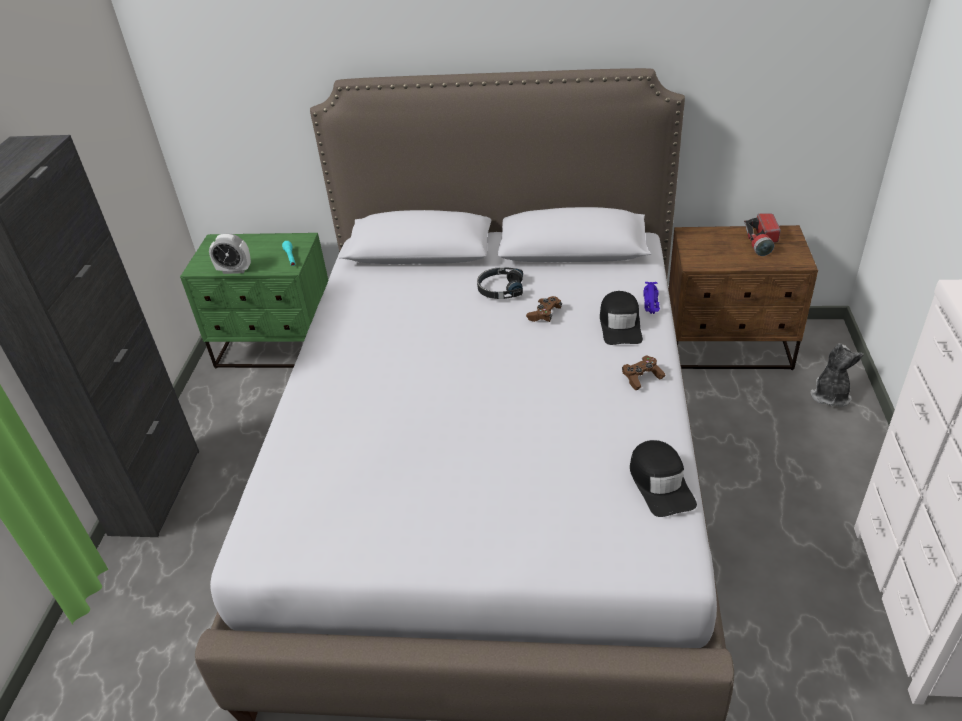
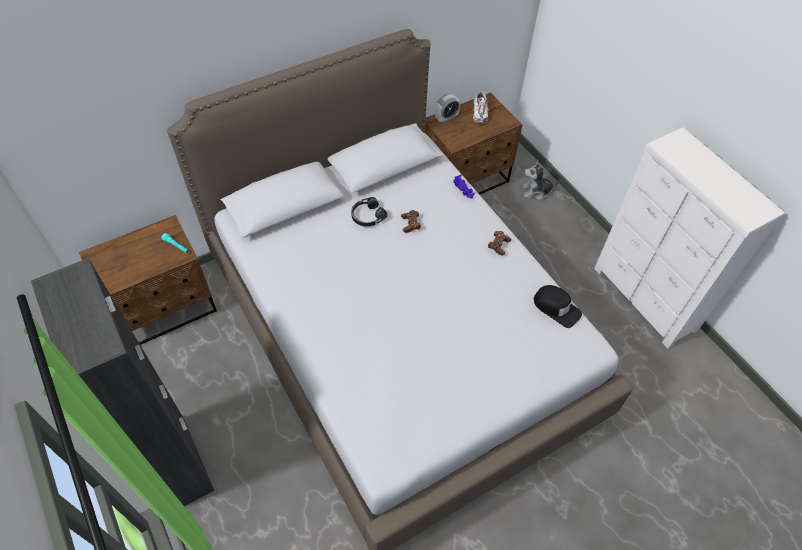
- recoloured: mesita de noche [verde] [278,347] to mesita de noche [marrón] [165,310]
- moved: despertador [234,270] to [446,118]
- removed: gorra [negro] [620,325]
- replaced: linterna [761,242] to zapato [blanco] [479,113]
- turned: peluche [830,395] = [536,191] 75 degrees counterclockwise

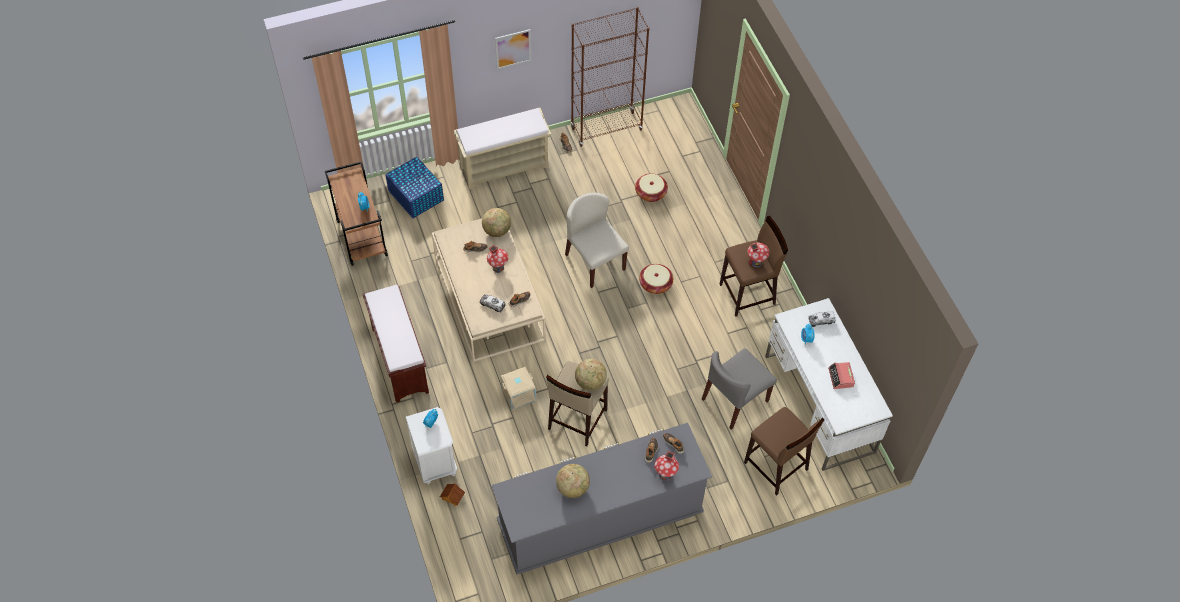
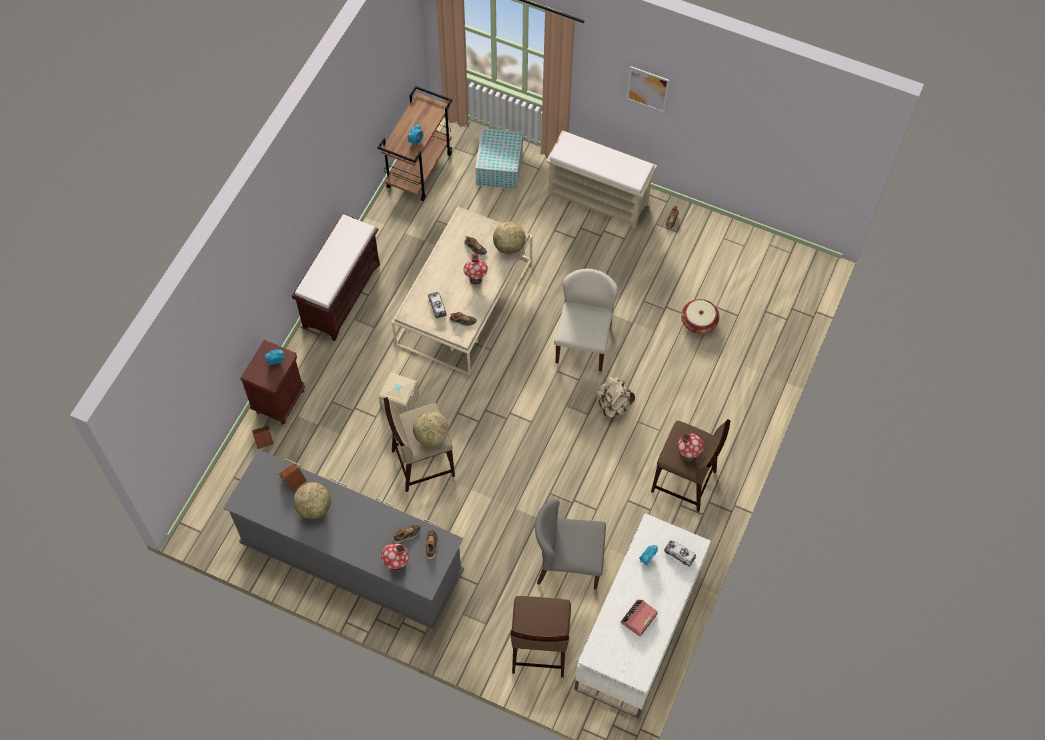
- recoloured: caja de almacenaje [azul] [416,196] to caja de almacenaje [blanco] [499,168]
- recoloured: mesita de noche [blanco] [435,462] to mesita de noche [marrón] [280,401]
- removed: estantería [marrón] [606,128]
- replaced: cesta [655,284] to mochila [beis] [613,405]
- added: casita [293,479]

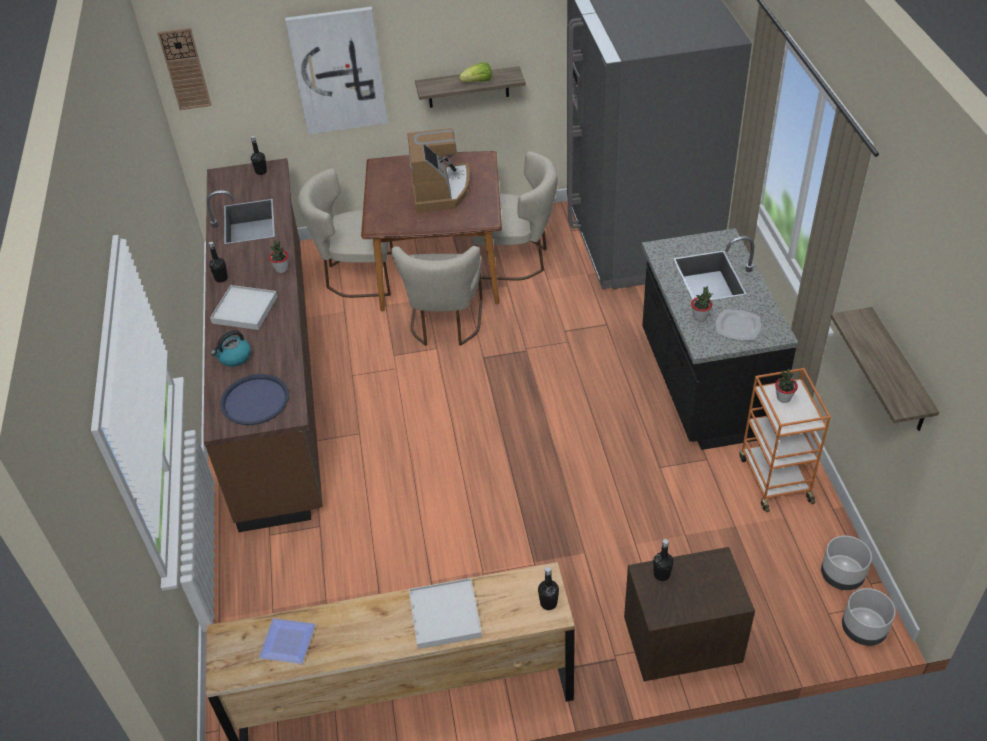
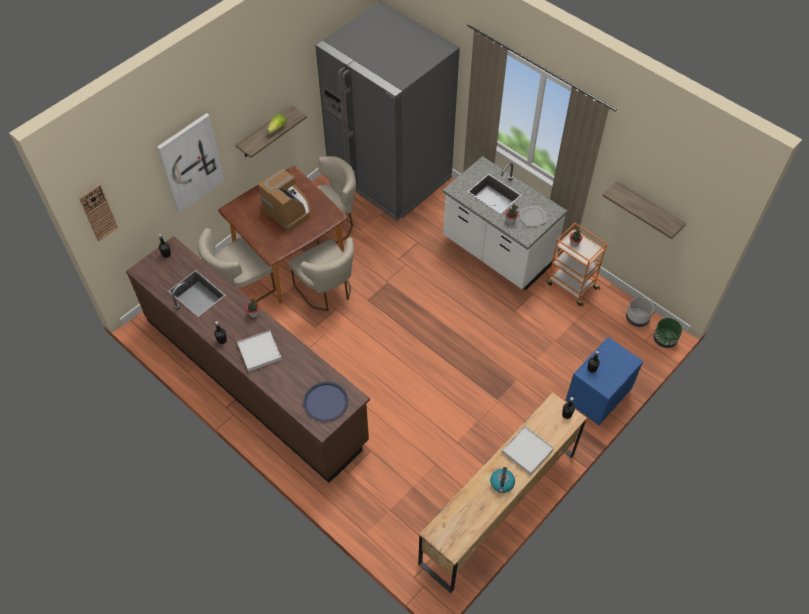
- moved: hervidor [234,357] to [502,483]
- removed: plato [289,644]
- recoloured: mesita de noche [marrón] [679,644] to mesita de noche [azul] [596,397]
- recoloured: mueble bajo de cocina [negro] [703,385] to mueble bajo de cocina [blanco] [497,252]
- recoloured: maceta [gris] [863,629] to maceta [verde] [664,340]

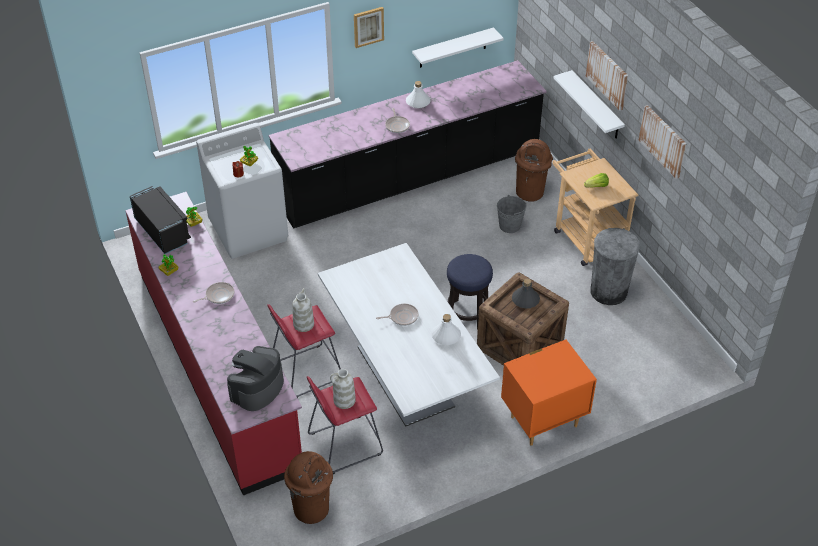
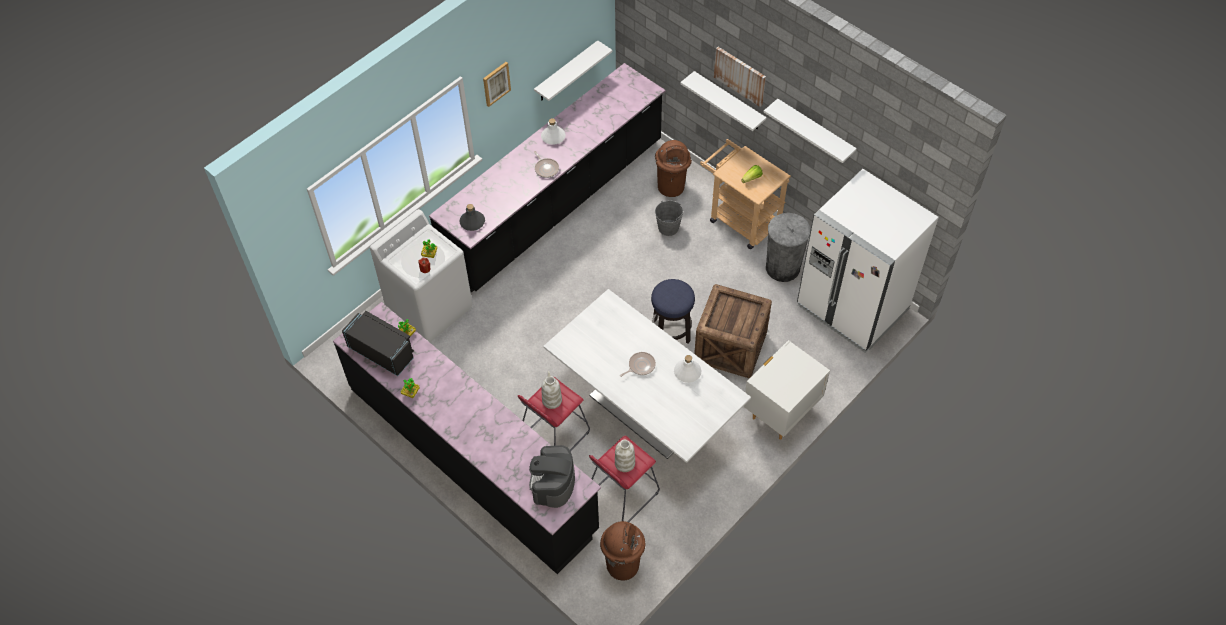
- recoloured: mueble bajo de cocina [rojo] [218,366] to mueble bajo de cocina [negro] [472,457]
- removed: sartén [218,295]
- recoloured: mesita de noche [naranja] [543,421] to mesita de noche [blanco] [781,412]
- moved: botella [gris] [525,300] to [472,222]
- replaced: cuadro [663,141] to estante [blanco] [815,131]
- added: nevera [blanco] [852,308]

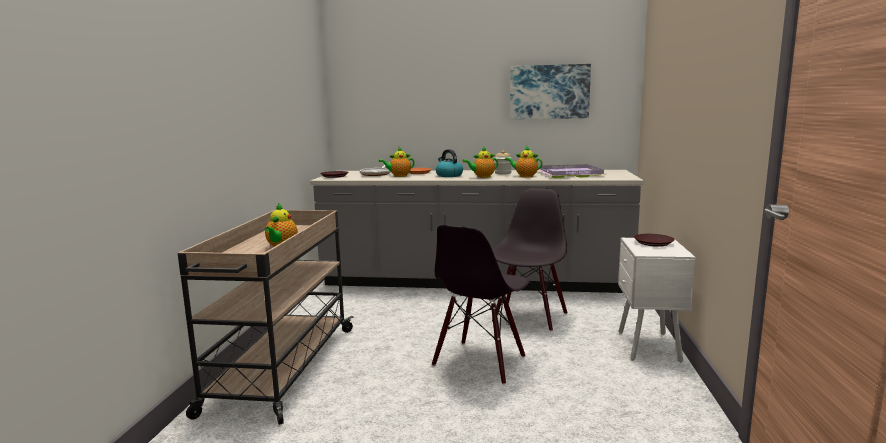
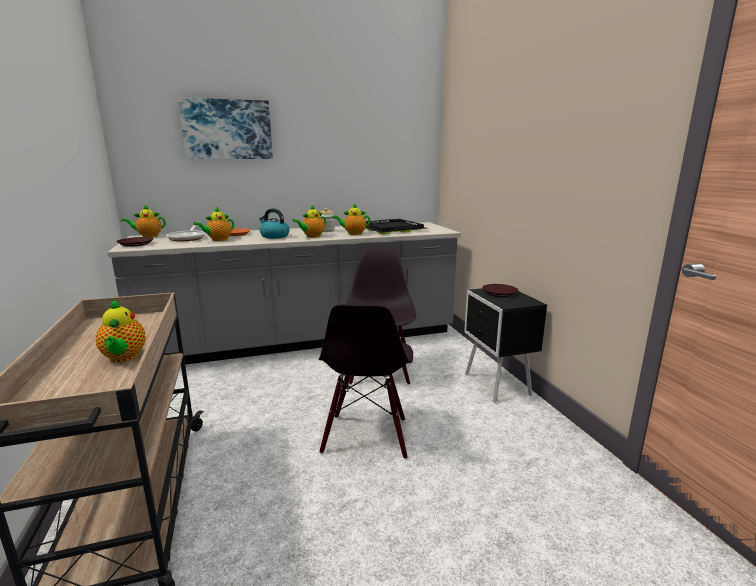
- moved: cuadro [549,92] to [227,129]
- recoloured: bandeja [morado] [569,174] to bandeja [negro] [390,229]
- recoloured: mesita de noche [blanco] [648,347] to mesita de noche [negro] [497,385]
- added: tetera [148,236]

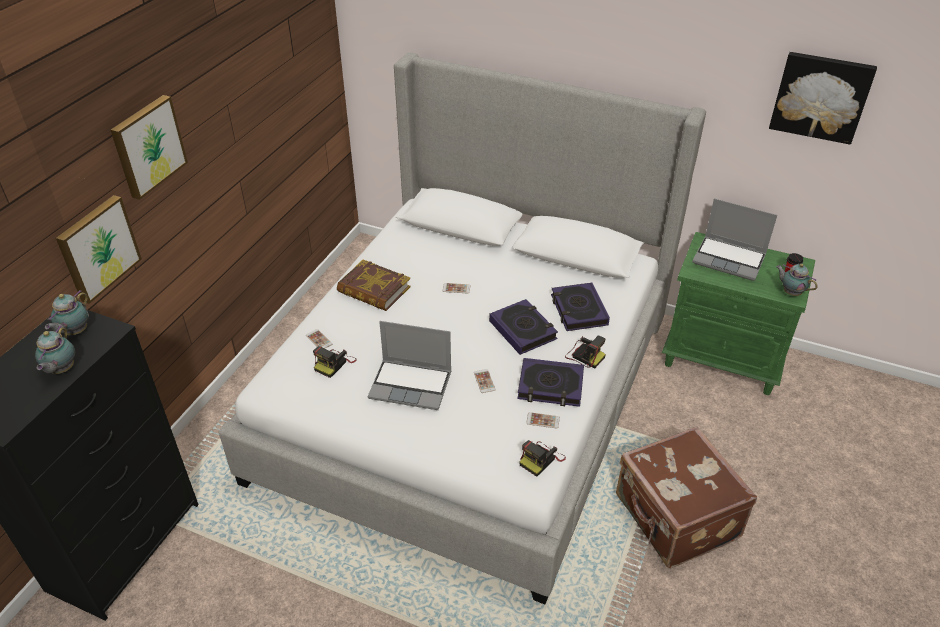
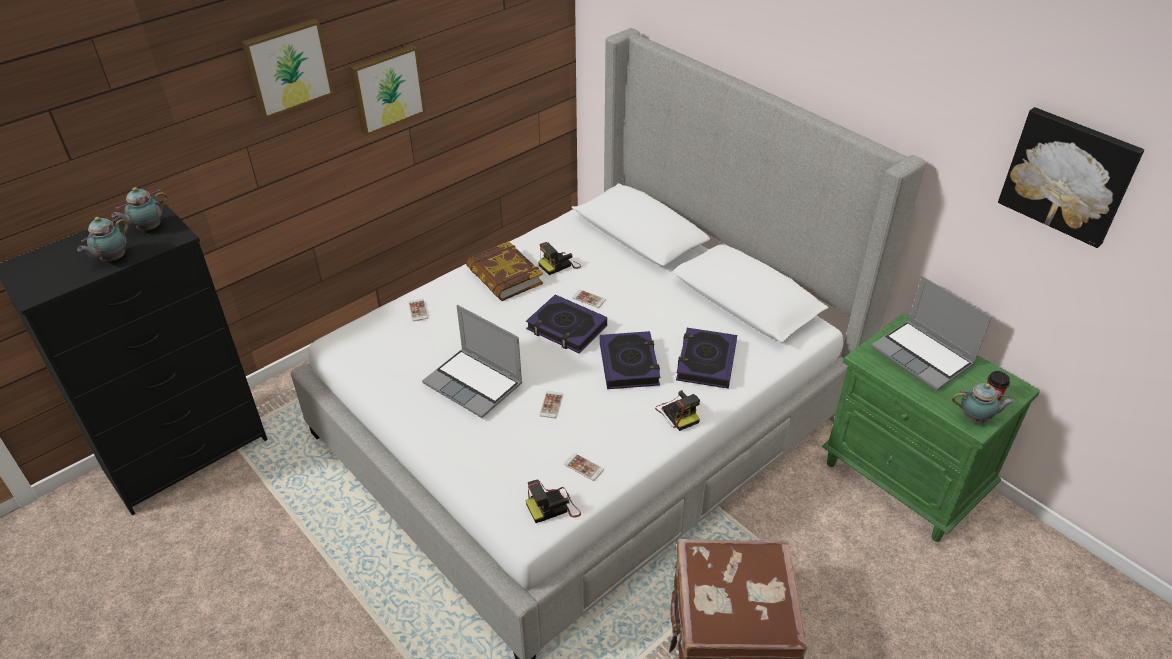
- moved: cuadro [97,248] to [386,88]
- moved: cámara [334,363] to [559,265]
- moved: libro [550,386] to [566,328]
- turned: tetera [790,292] = [976,419] 120 degrees clockwise

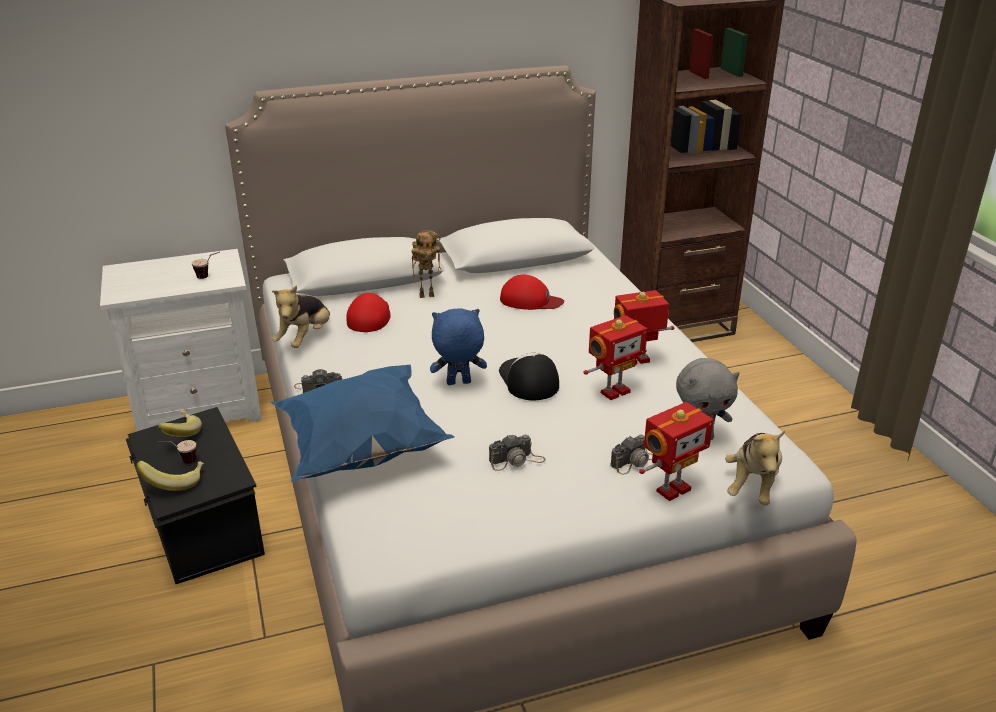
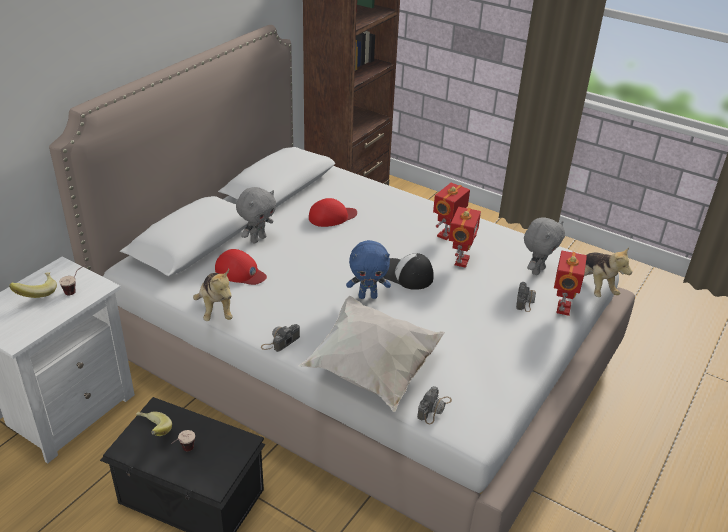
- moved: plátano [175,482] to [36,293]
- recoloured: cojín [azul] [360,451] to cojín [blanco] [371,371]
- turned: gorra [rojo] [370,317] = [240,272] 150 degrees clockwise
- replaced: robot de juguete [427,295] to peluche [gris] [258,239]
- turned: peluche [azul] [458,383] = [368,296] 135 degrees counterclockwise
- moved: cámara [516,460] to [434,408]

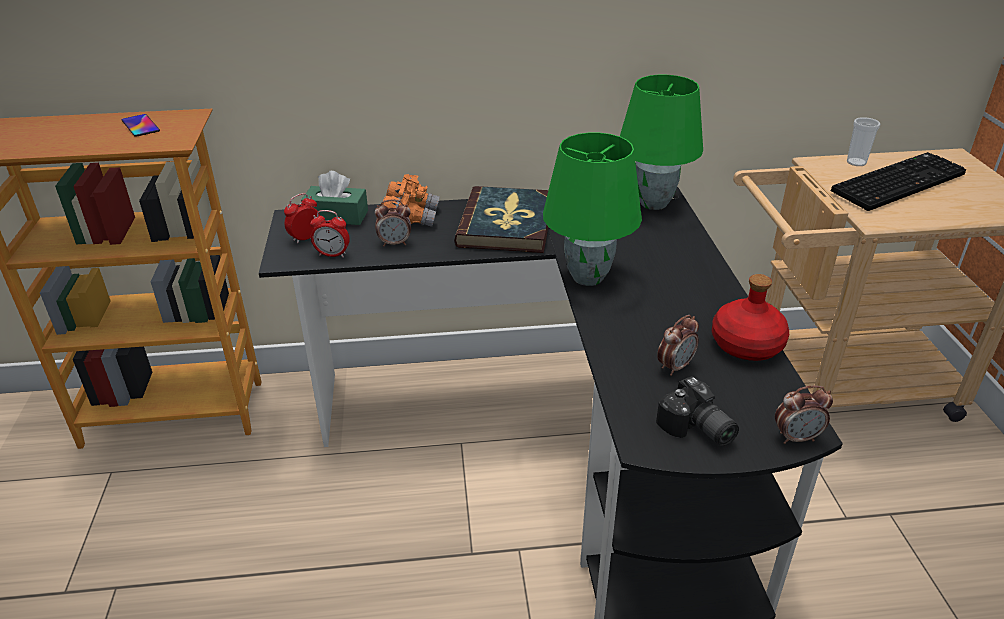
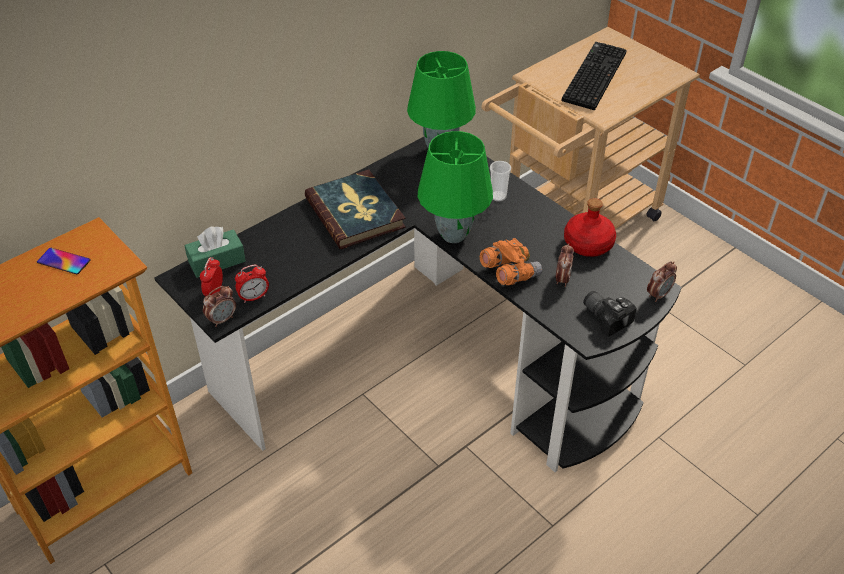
- moved: despertador [395,243] to [222,319]
- moved: prismáticos [naranja] [411,217] to [509,273]
- turned: cámara [696,430] = [607,316] 150 degrees counterclockwise
- moved: taza [856,162] to [498,196]

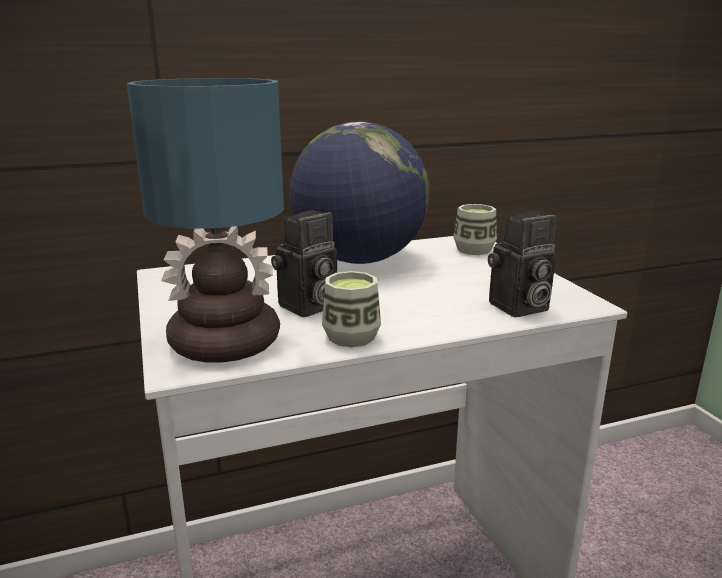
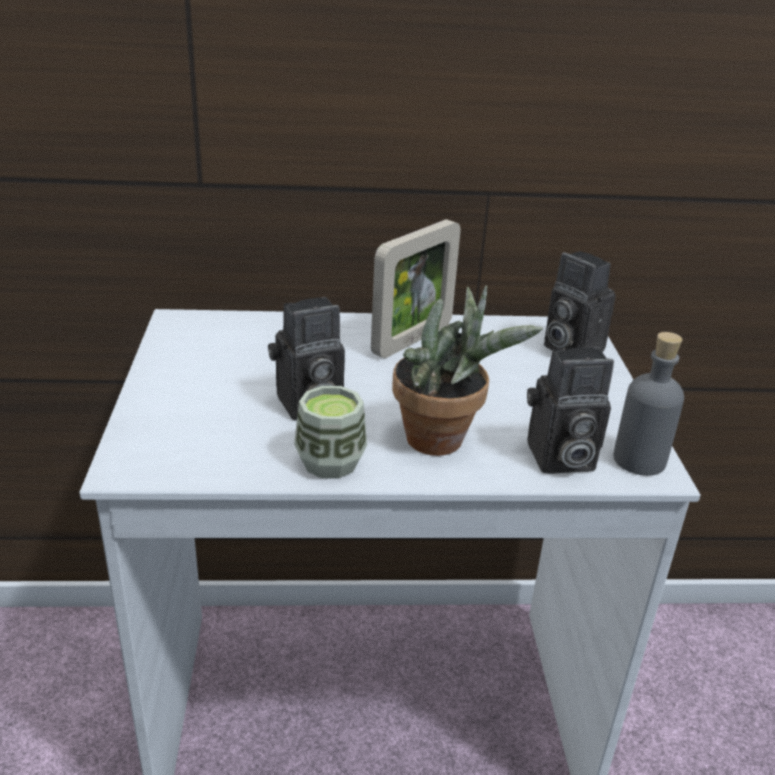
- removed: lámpara de mesa [229,341]
- replaced: globo terráqueo [359,260] to portarretratos [412,339]
- replaced: taza [474,250] to cámara [568,347]
- added: planta en maceta [444,441]
- added: botella [gris] [639,460]

